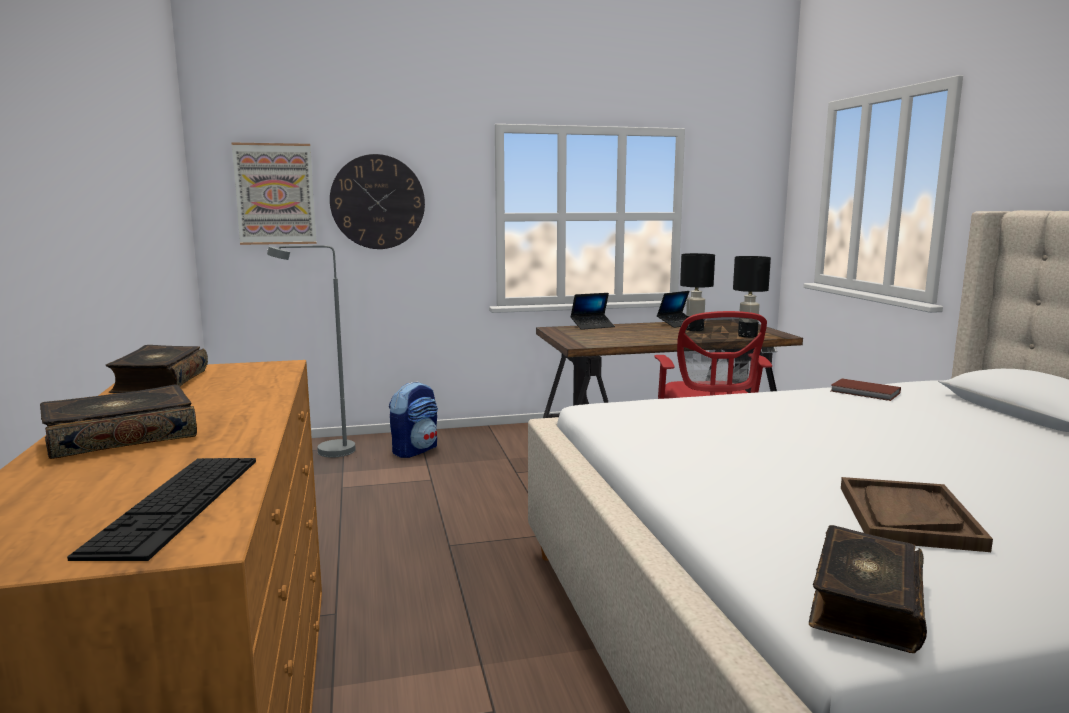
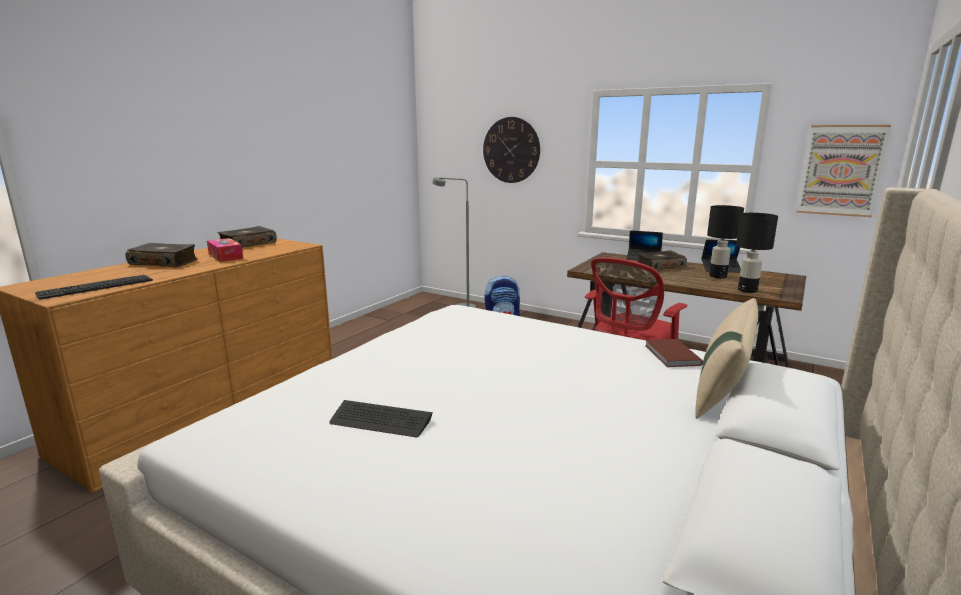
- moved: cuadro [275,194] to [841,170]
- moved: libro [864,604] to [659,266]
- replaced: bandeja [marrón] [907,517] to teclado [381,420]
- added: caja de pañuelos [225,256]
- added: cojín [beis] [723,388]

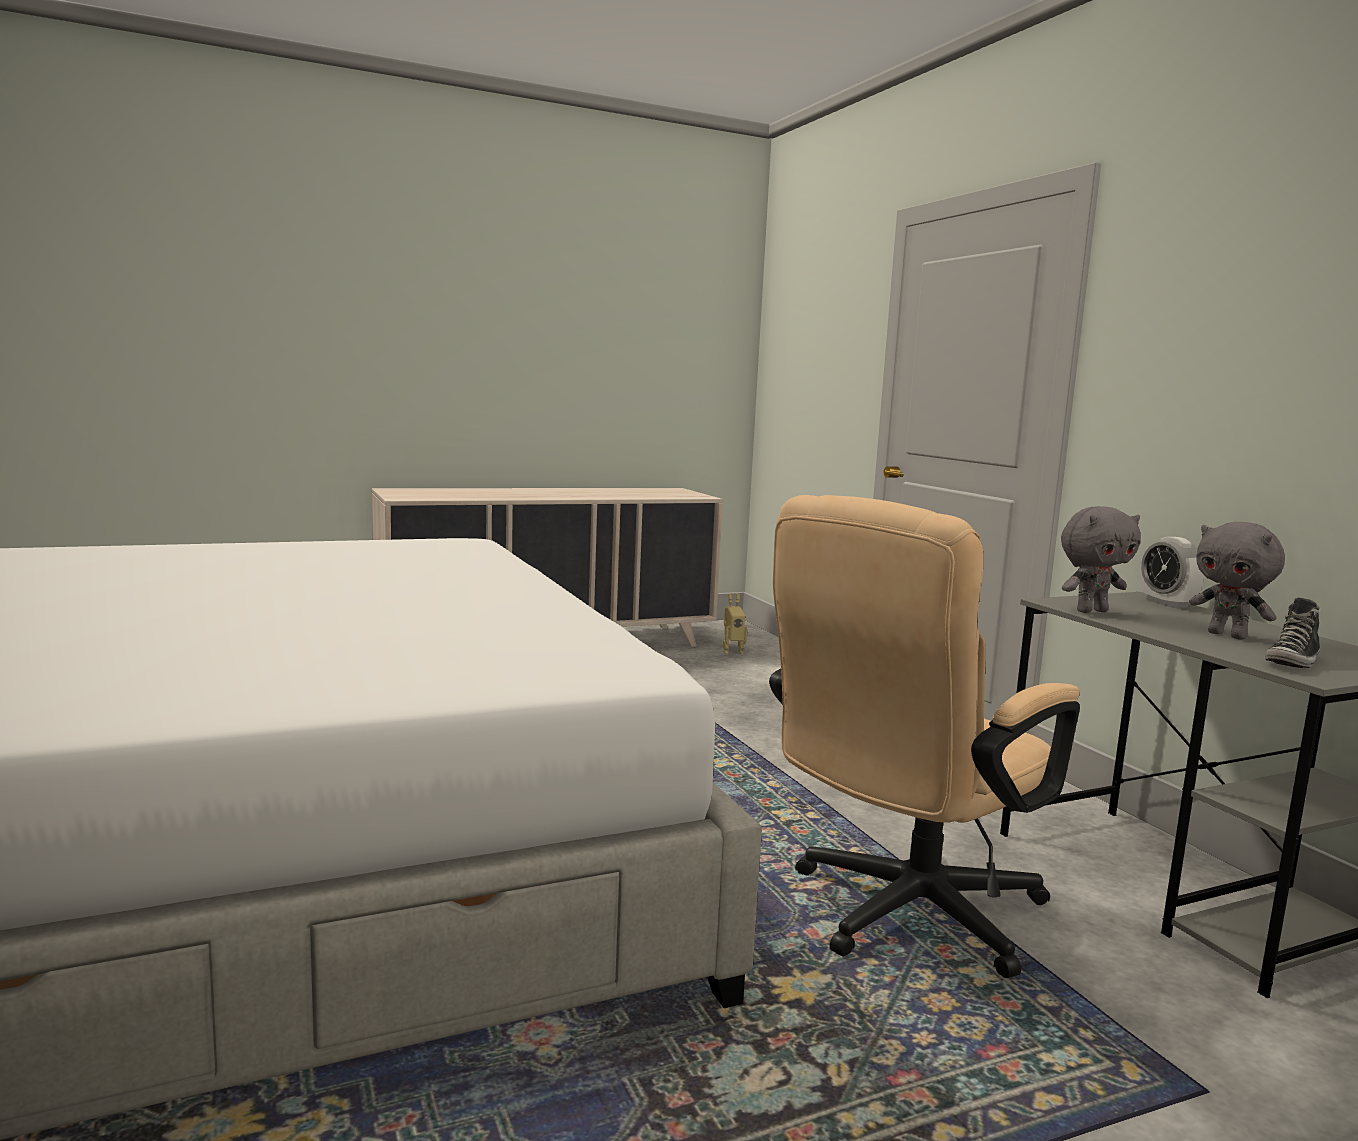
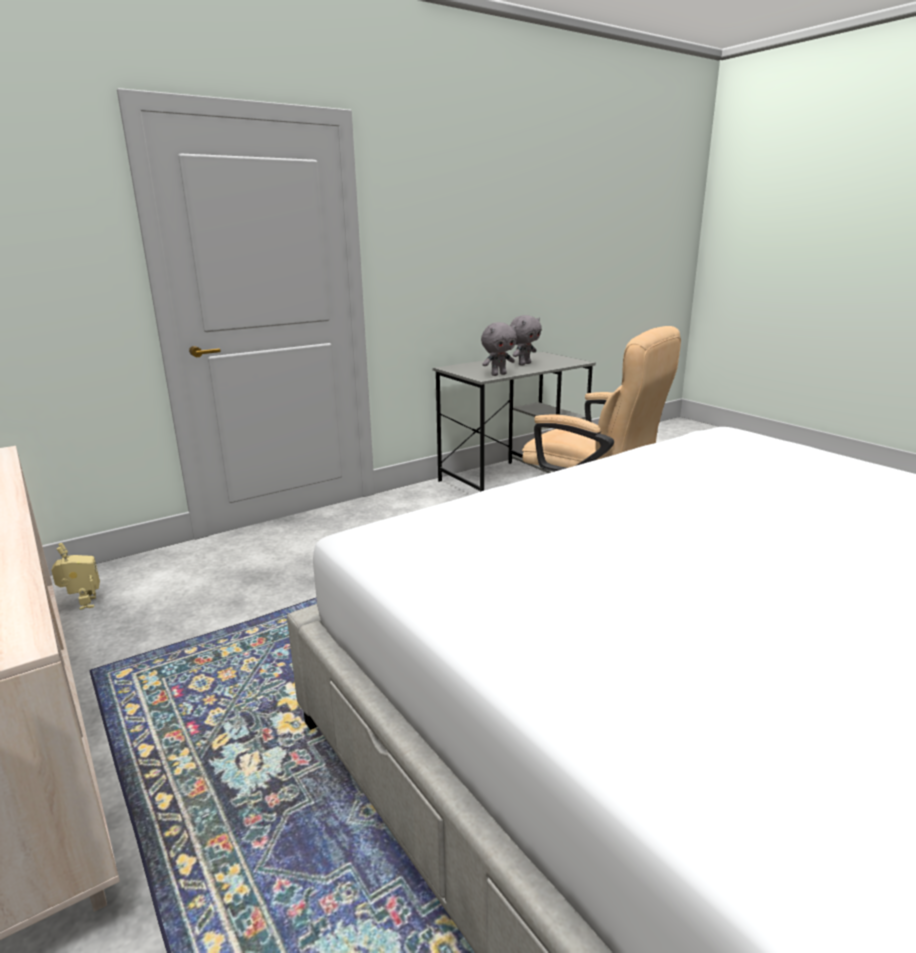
- turned: peluche [gris] [1091,611] = [498,374] 90 degrees clockwise
- removed: despertador [1167,603]
- removed: zapato [1293,662]

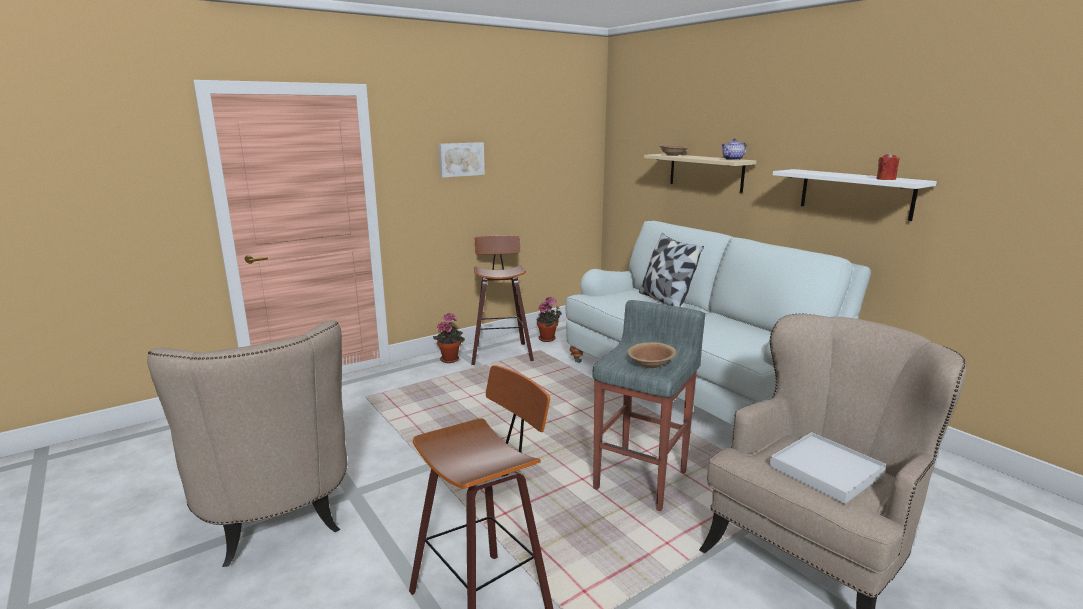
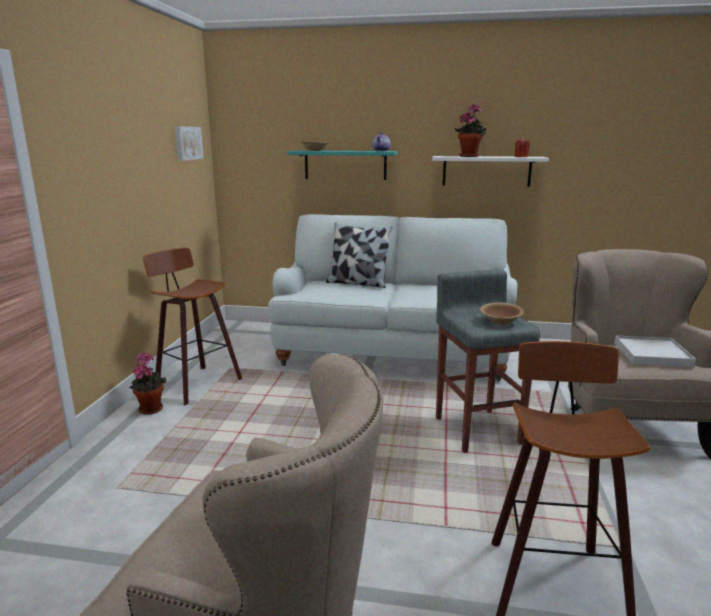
- moved: cuadro [461,159] to [187,143]
- moved: planta en maceta [548,339] to [470,156]
- recoloured: estante [beis] [706,172] to estante [turquesa] [345,165]

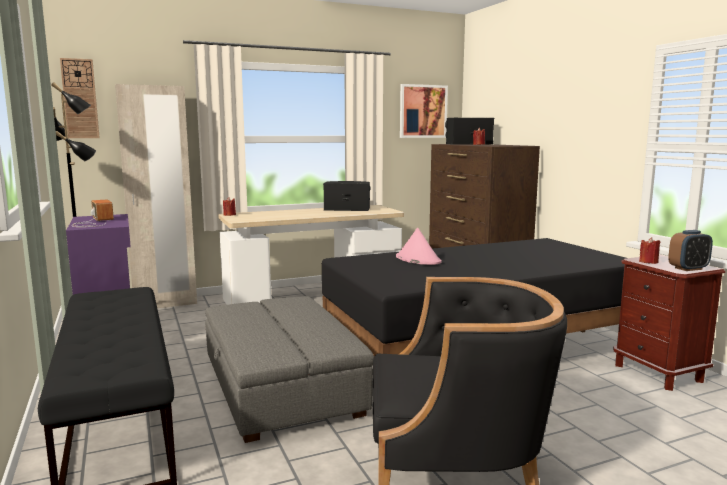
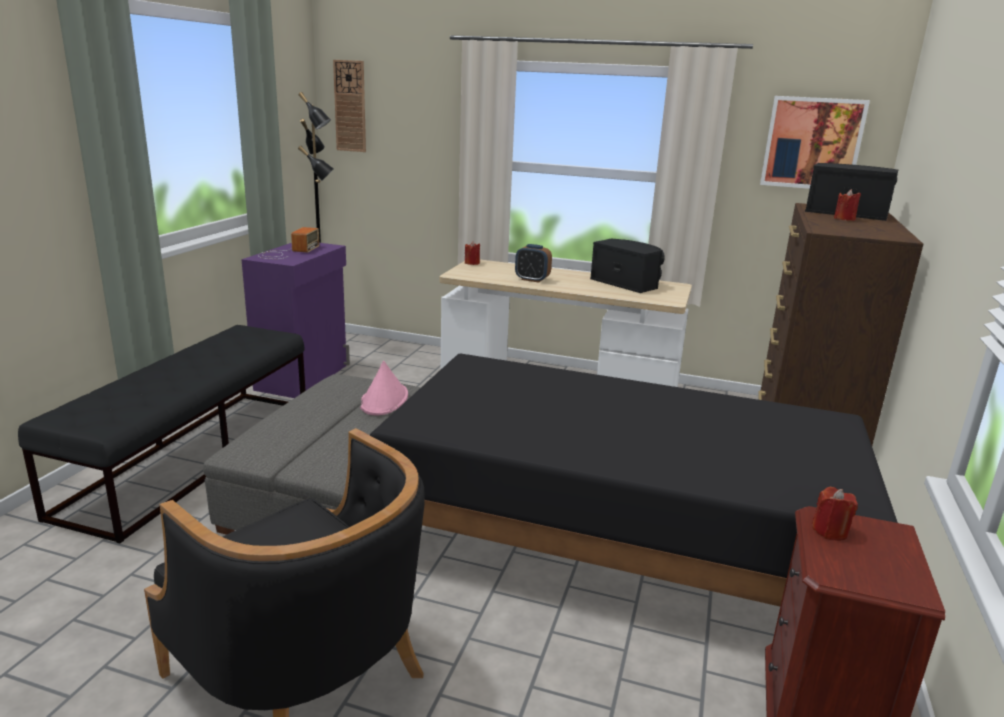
- removed: armario ropero [beis] [165,304]
- moved: sombrero [rosa] [417,259] to [384,400]
- moved: despertador [688,268] to [532,279]

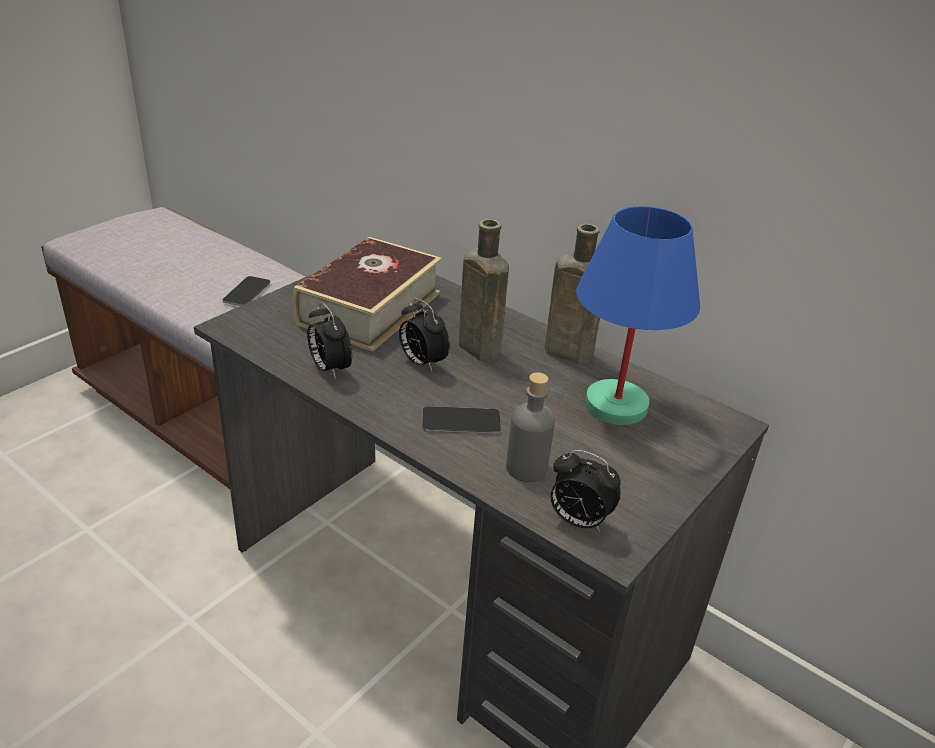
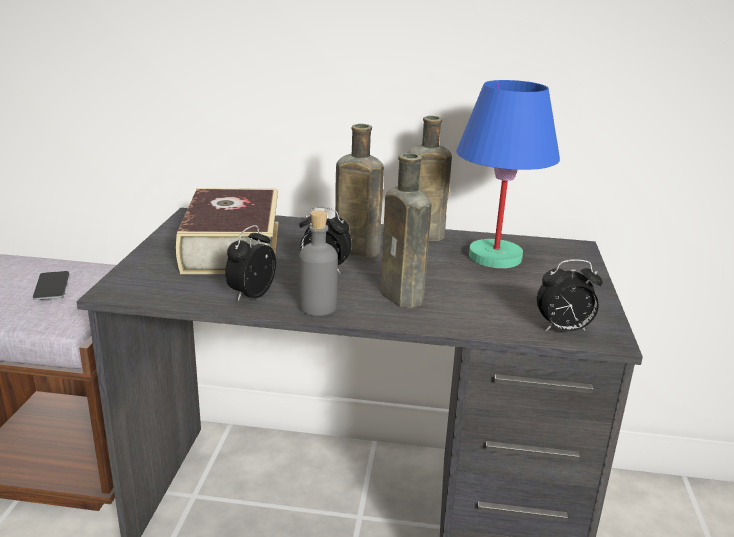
- turned: despertador [329,368] = [251,295] 90 degrees clockwise
- replaced: móvil [461,421] to botella [marrón] [404,297]
- moved: botella [gris] [526,468] to [317,307]

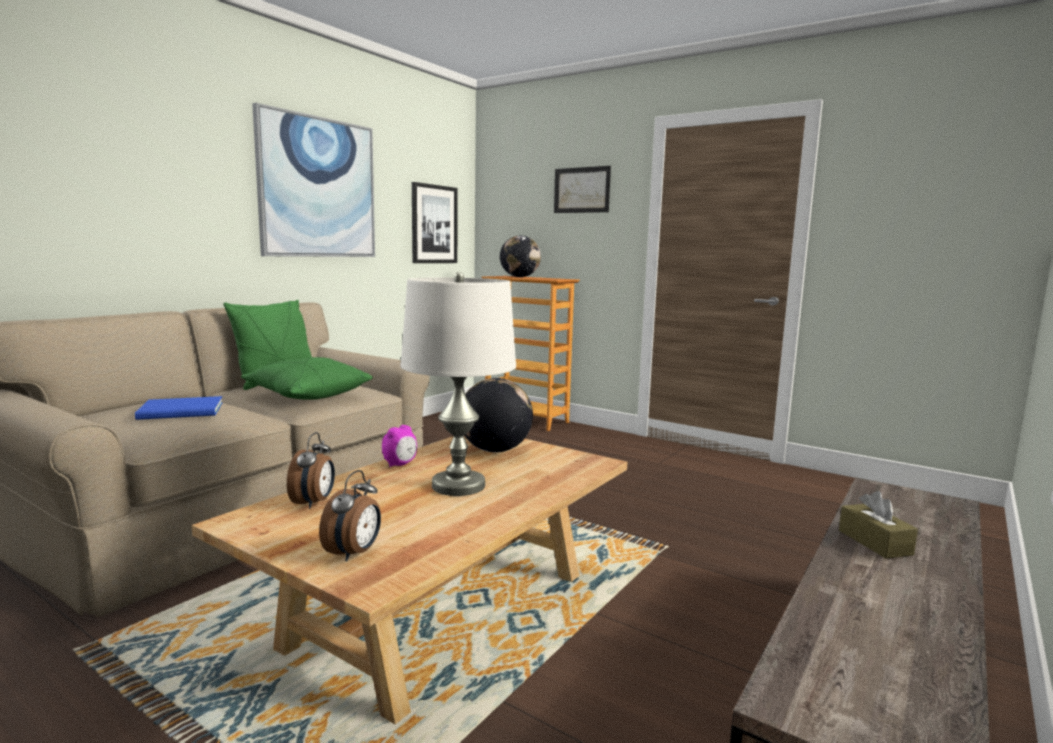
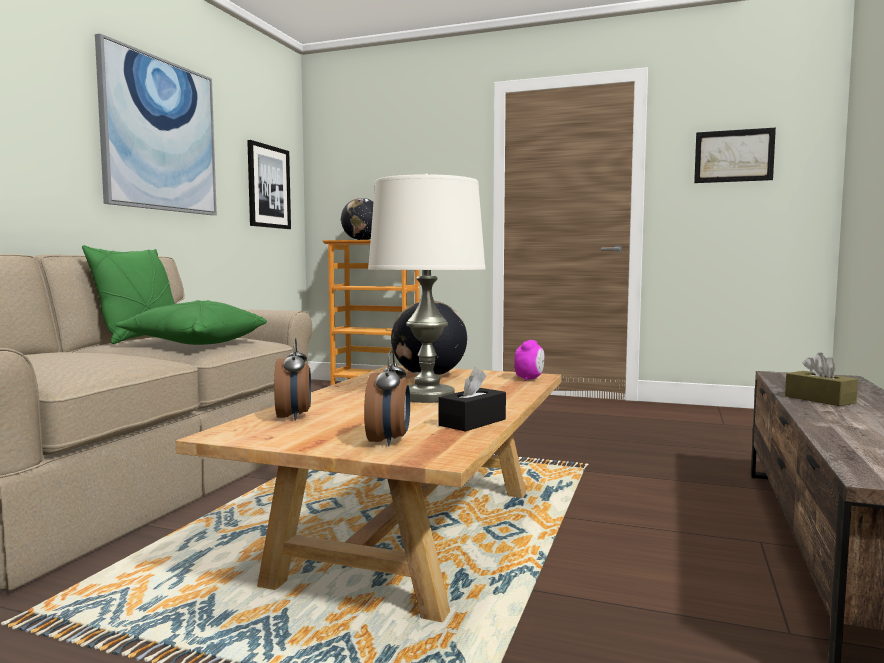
- removed: libro [azul] [183,411]
- moved: despertador [400,464] to [529,379]
- moved: cuadro [581,190] to [733,156]
- added: caja de pañuelos [negro] [472,422]

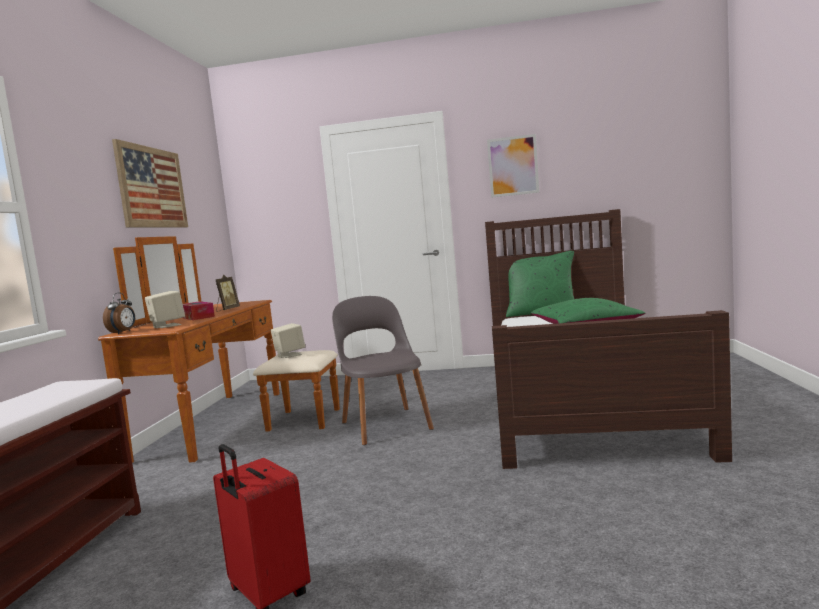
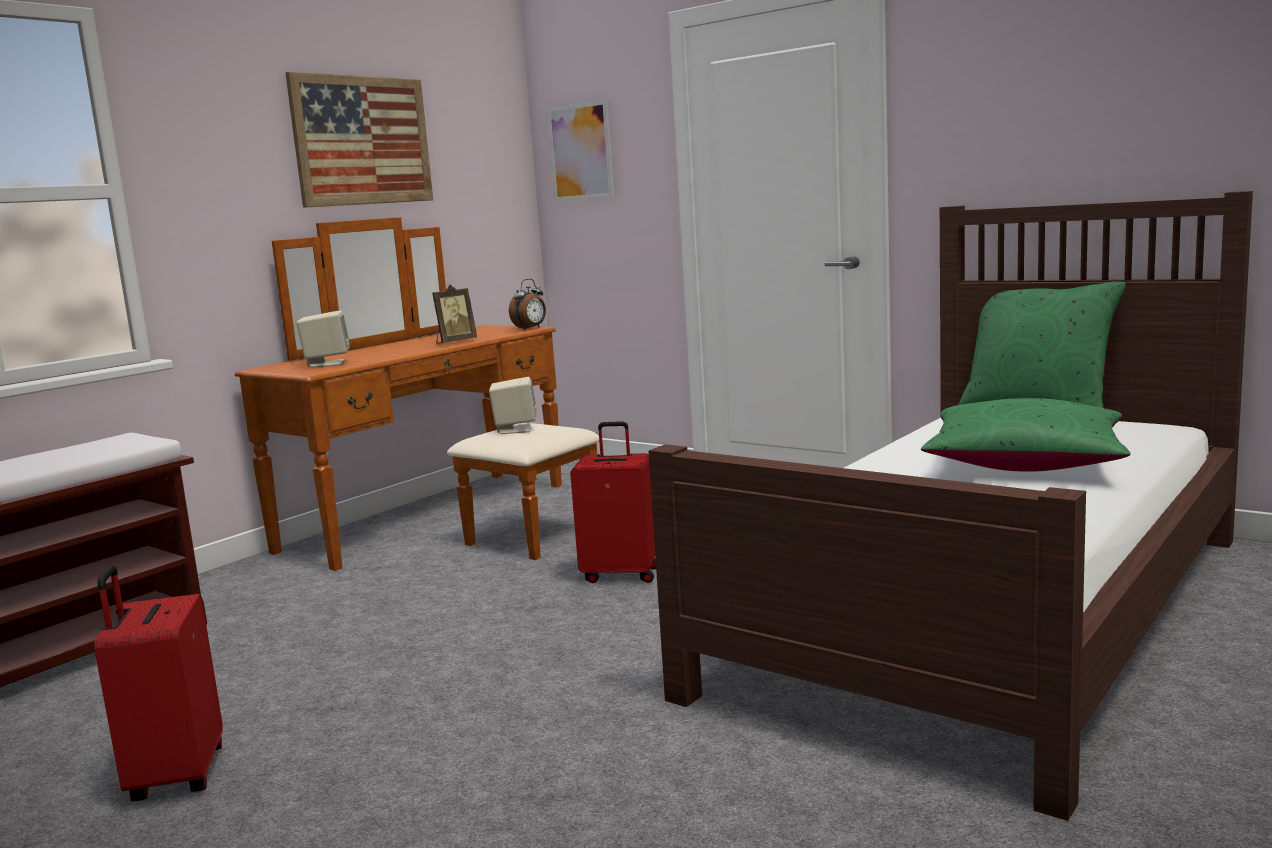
- moved: despertador [123,332] to [530,328]
- removed: caja de pañuelos [197,317]
- replaced: silla [gris] [385,424] to maleta [rojo] [621,574]
- moved: cuadro [513,166] to [580,152]

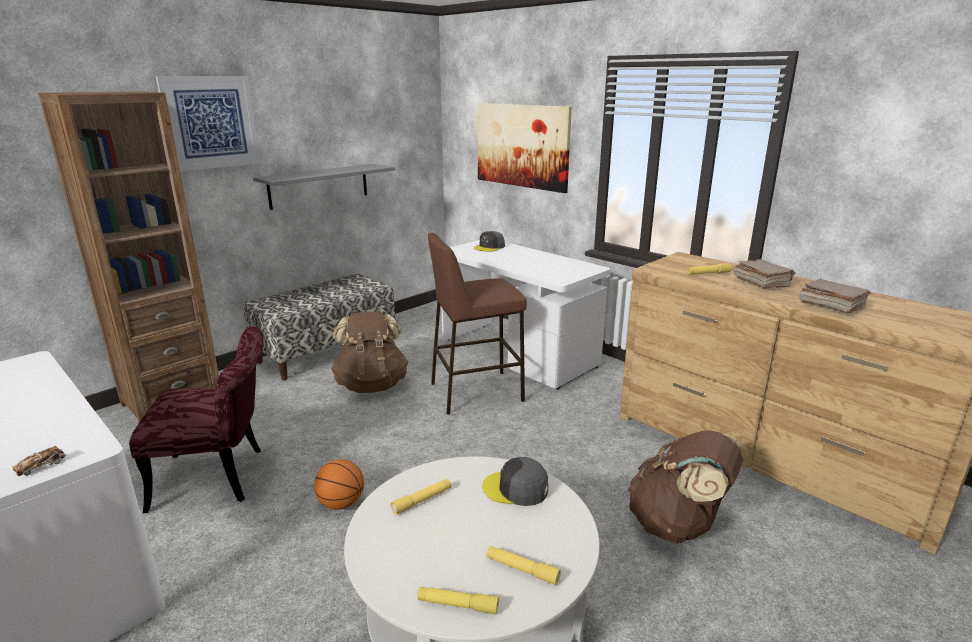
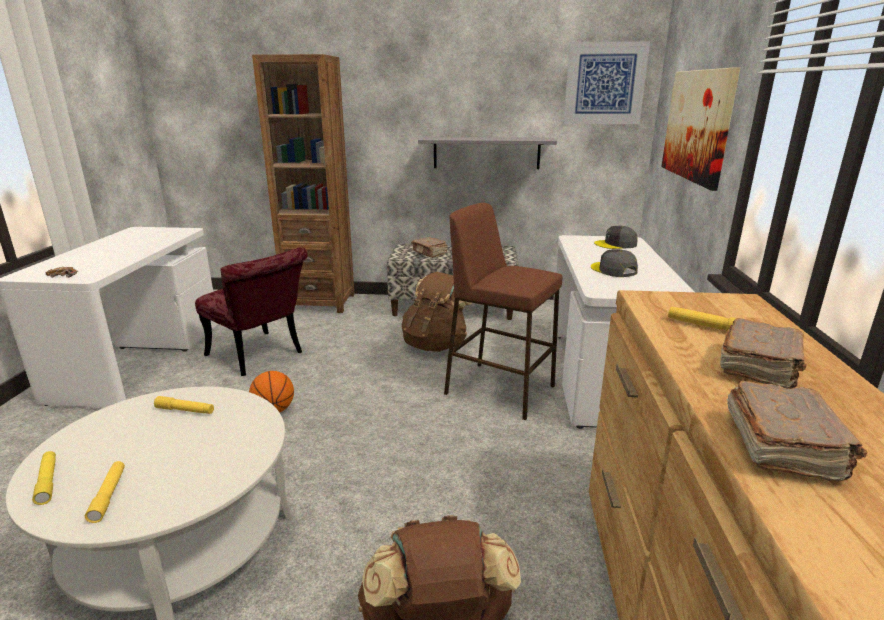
- moved: cuadro [210,122] to [604,83]
- moved: gorra [gris] [516,489] to [613,270]
- added: libro [marrón] [429,253]

